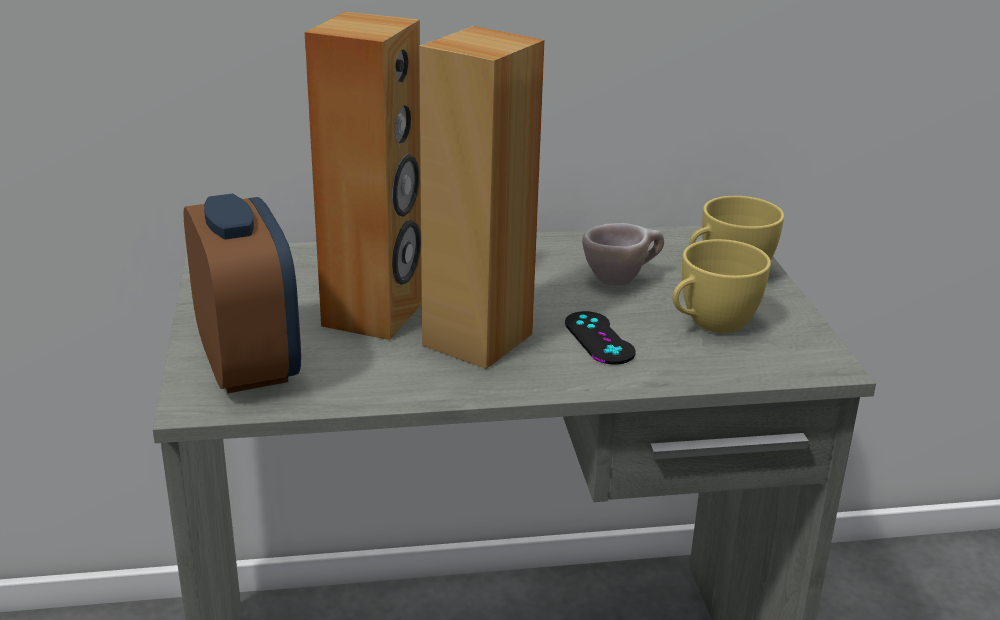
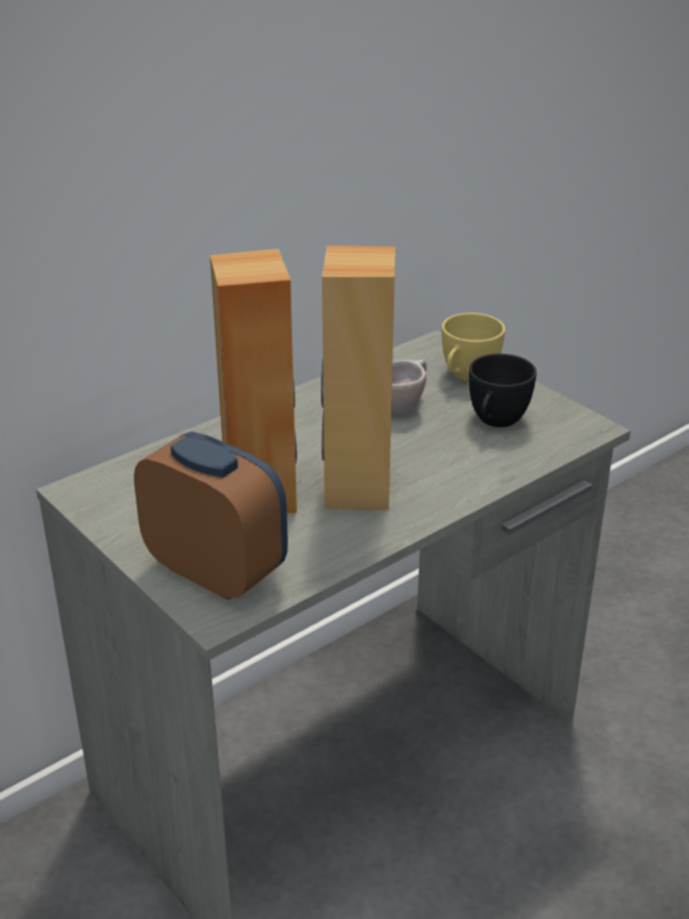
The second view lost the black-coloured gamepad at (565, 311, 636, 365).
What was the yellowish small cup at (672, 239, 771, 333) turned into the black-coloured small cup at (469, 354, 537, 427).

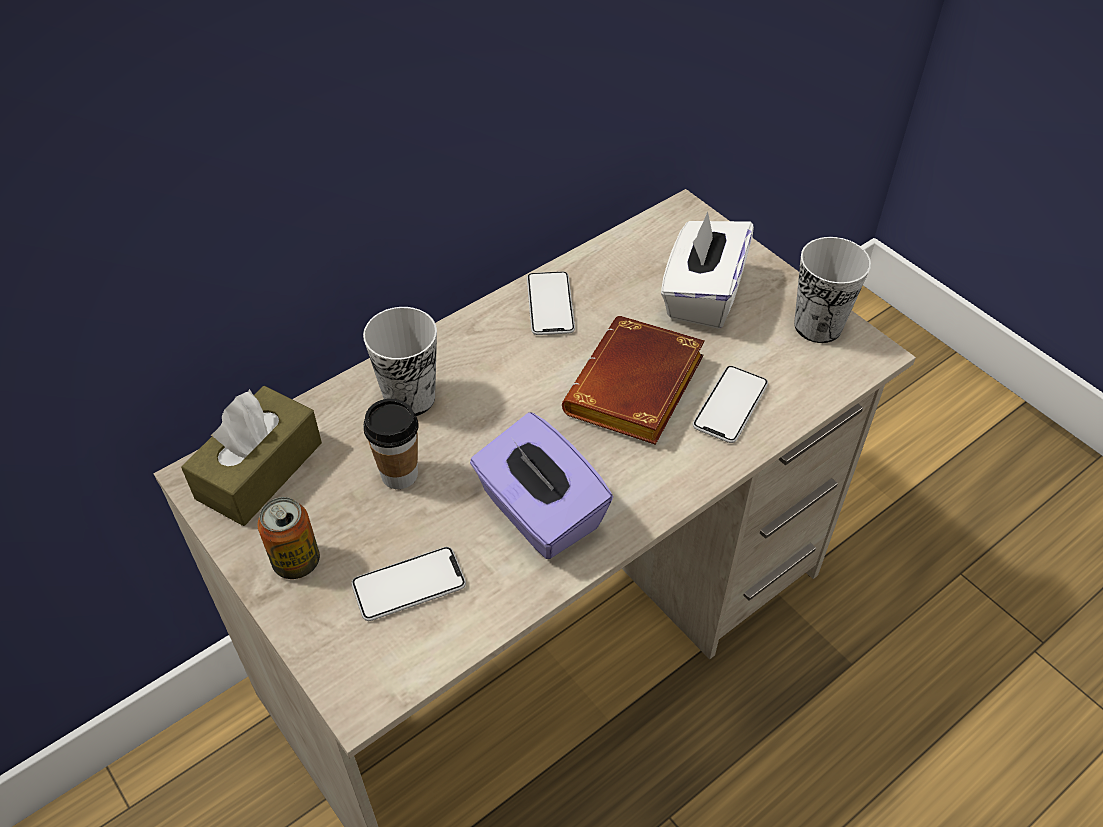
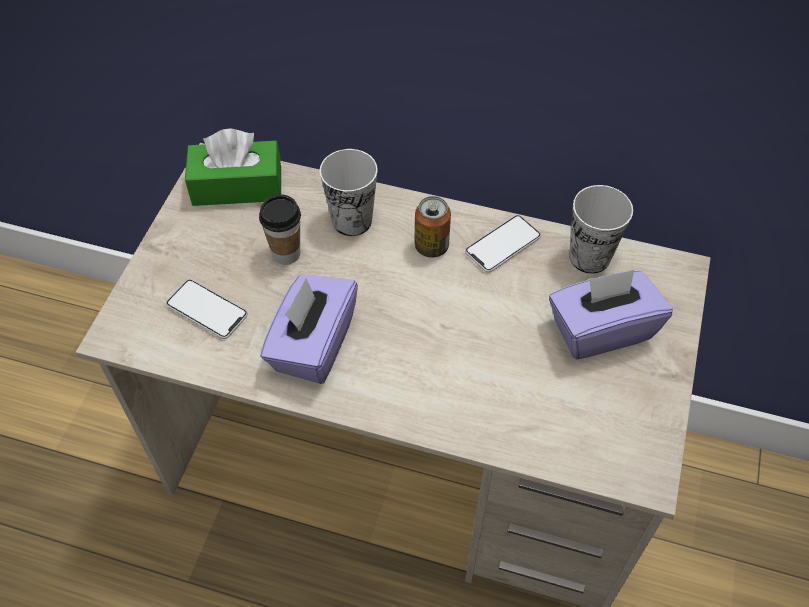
The second view lost the brown-coloured volume at (562, 316, 705, 445).
The second view lost the telephone at (693, 366, 768, 443).
The sealed can ended up elsewhere, having gone from (258, 497, 320, 579) to (415, 196, 451, 258).
The small cup ended up elsewhere, having gone from (794, 237, 871, 343) to (569, 185, 633, 274).
What was the brown-coloured box of tissues at (181, 386, 322, 526) turned into the green box of tissues at (185, 129, 281, 206).
What was the whitish box of tissues at (661, 211, 754, 329) turned into the purplish box of tissues at (549, 270, 673, 359).

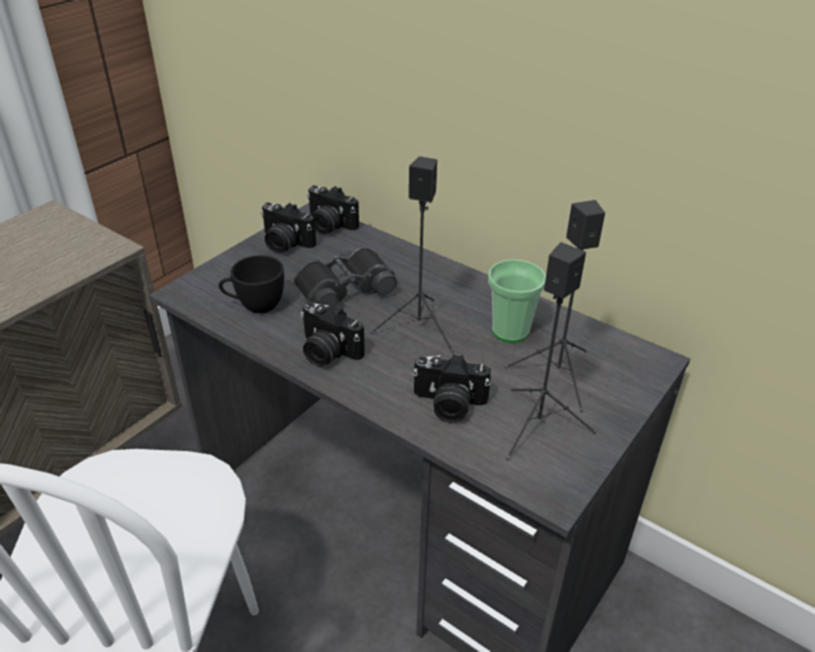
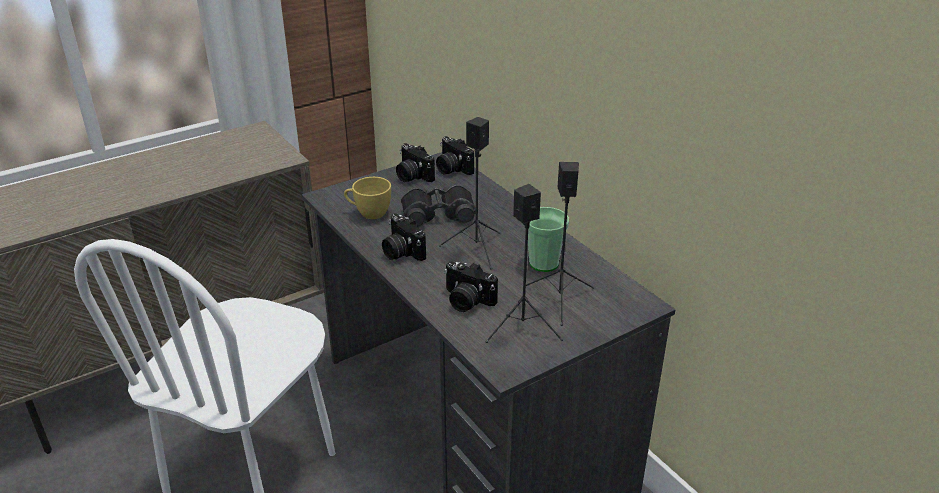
What was the black-coloured small cup at (219, 255, 284, 313) turned into the yellowish small cup at (344, 177, 391, 219).

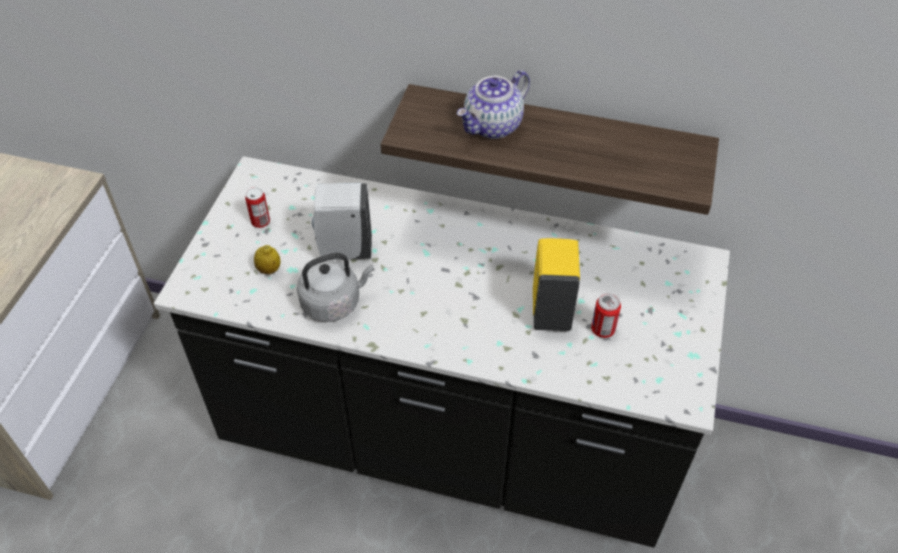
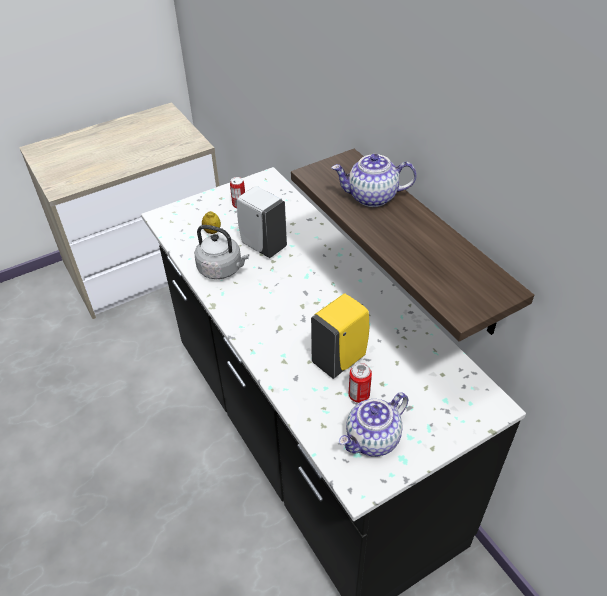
The second view gained the tea pot at (339, 392, 408, 457).

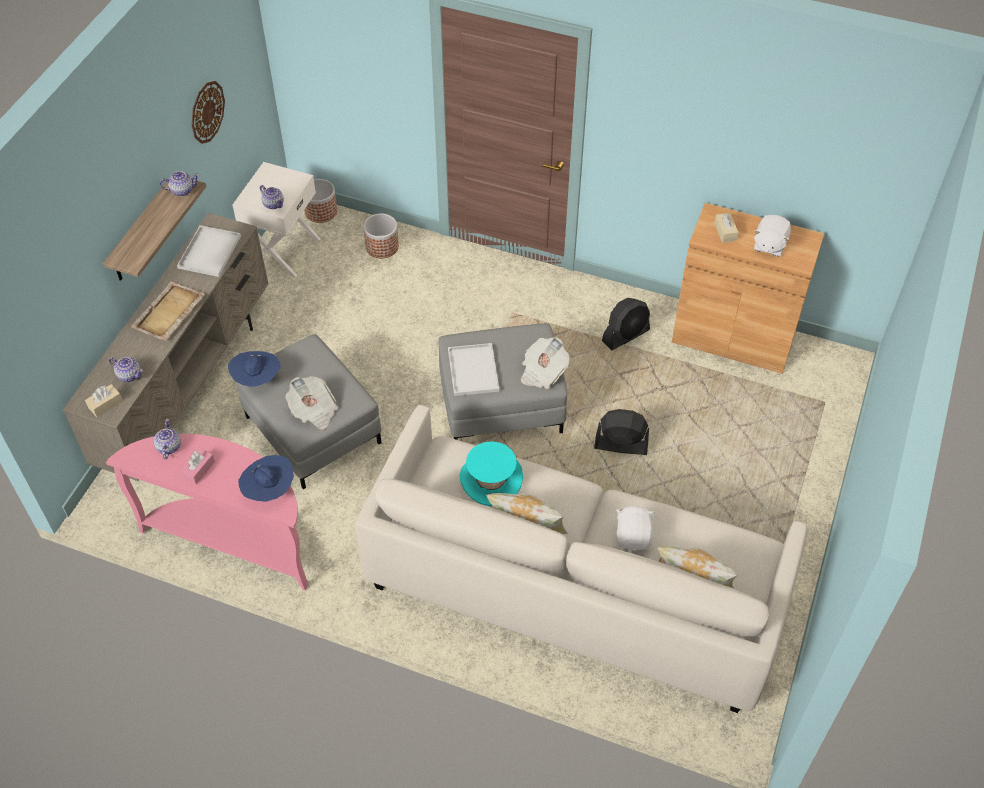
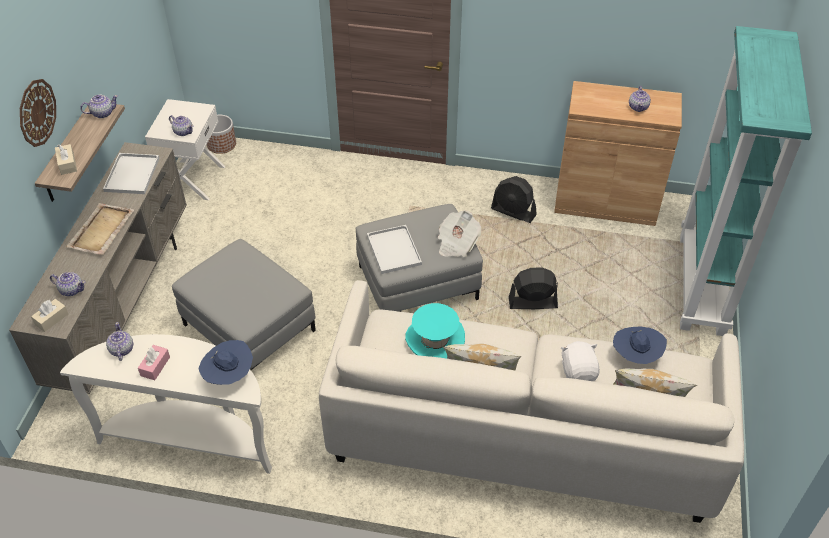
The second view lost the printed paper at (285, 376, 338, 430).
The second view lost the plant pot at (363, 213, 399, 258).
The second view gained the turquoise bookcase at (680, 26, 812, 336).
The hanging clock ended up elsewhere, having gone from (192, 81, 225, 144) to (20, 79, 56, 147).
The blue wearable hat ended up elsewhere, having gone from (228, 351, 281, 387) to (613, 326, 667, 364).
The beige box of tissues ended up elsewhere, having gone from (714, 213, 738, 243) to (55, 144, 77, 175).
Where the whitish soft toy stood at (754, 215, 791, 257), the tea pot came to stand at (629, 86, 651, 112).
What was the pink-coloured console table at (106, 434, 309, 591) turned into the whitish console table at (60, 334, 272, 474).
The black-coloured fan at (602, 298, 650, 351) ended up facing another way, 75 degrees clockwise from before.

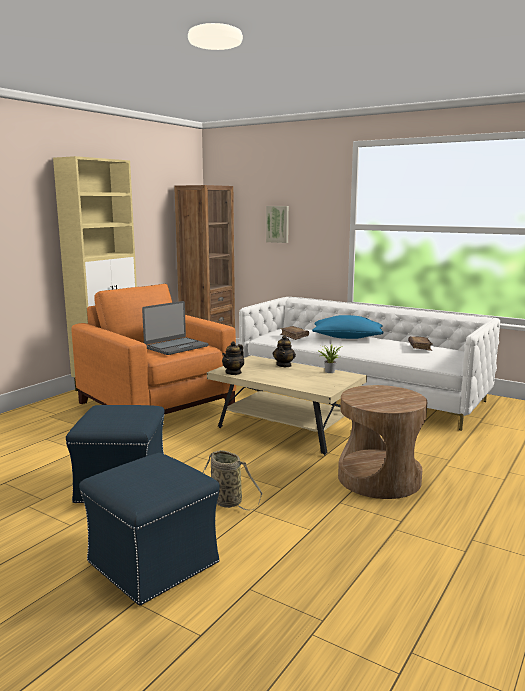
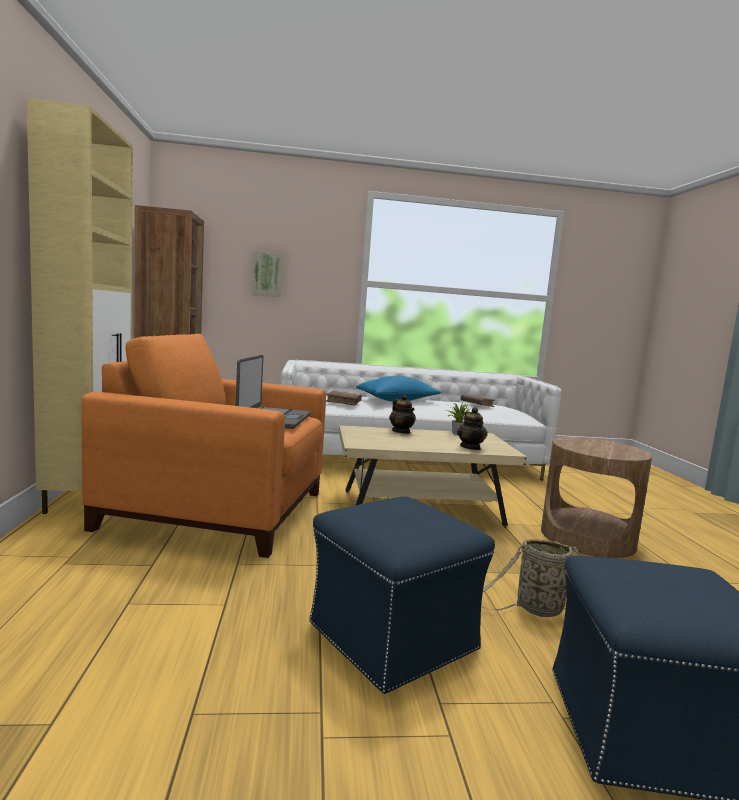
The tea pot ended up elsewhere, having gone from (222, 341, 244, 375) to (457, 407, 488, 450).

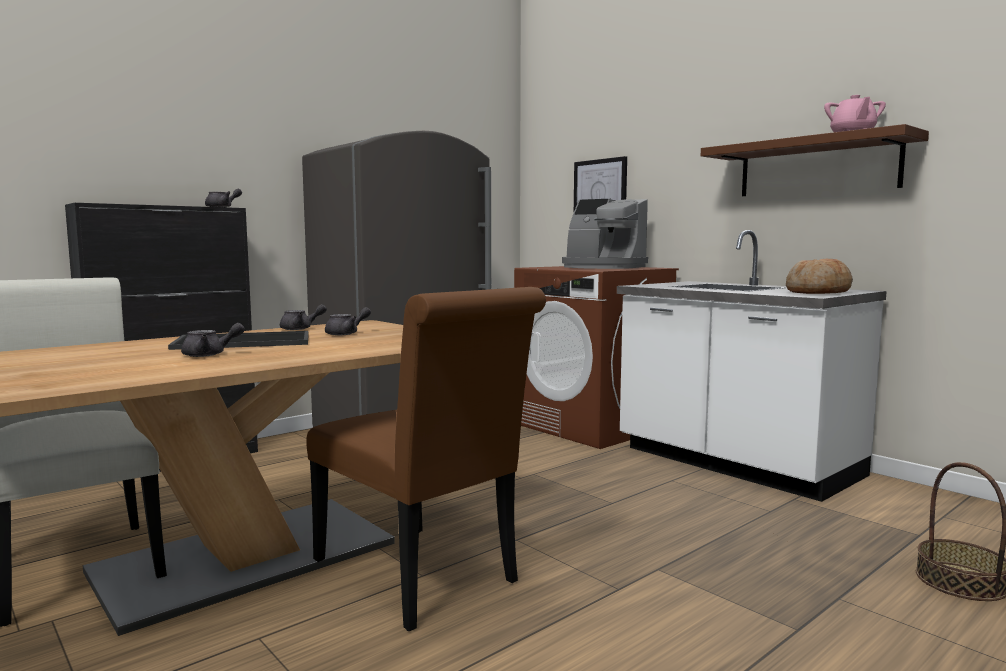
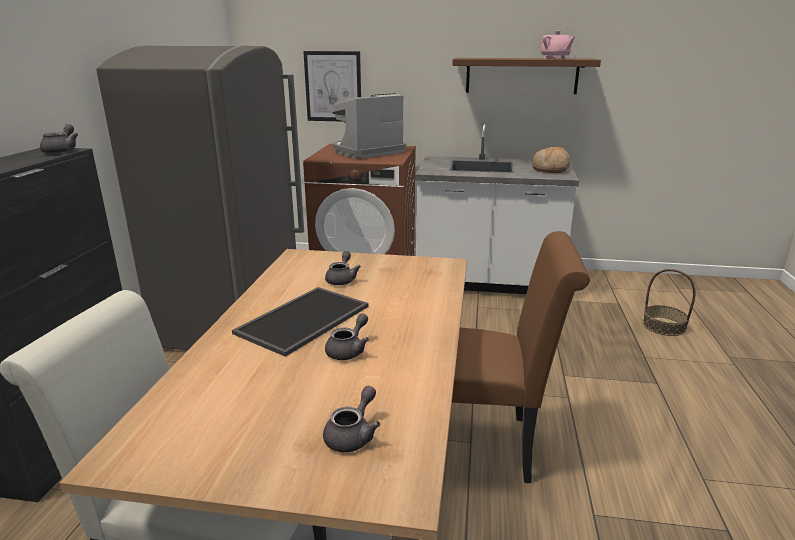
The greyish tea pot ended up elsewhere, having gone from (280, 304, 327, 330) to (323, 386, 380, 452).
The coffee maker at (562, 199, 648, 269) ended up facing another way, 150 degrees clockwise from before.

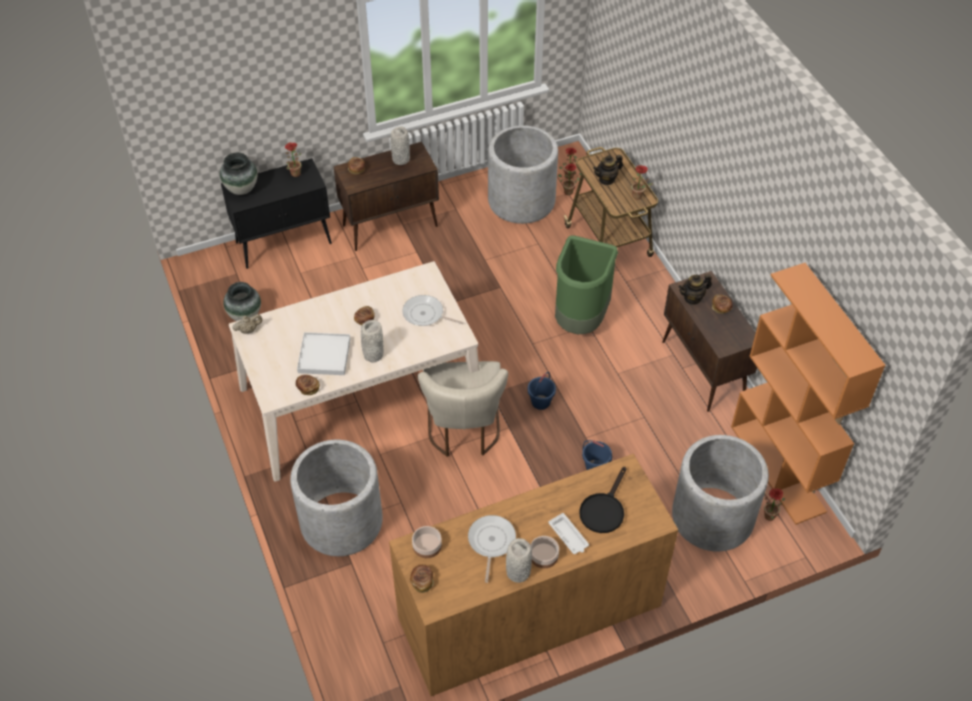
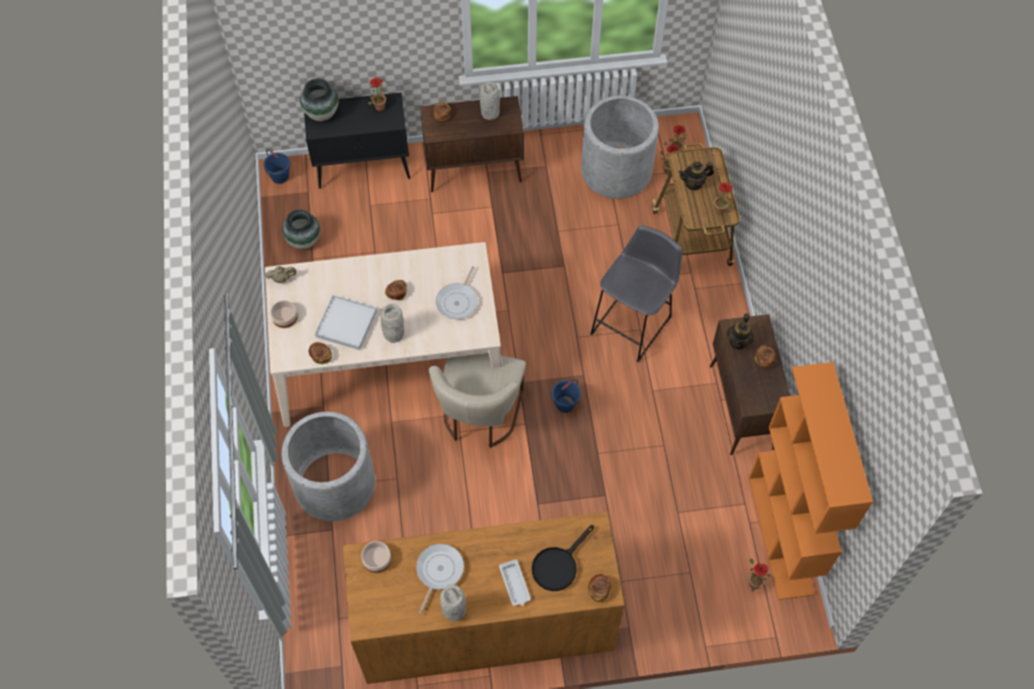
The second view lost the greyish plant pot at (672, 435, 769, 551).
The bakery bread ended up elsewhere, having gone from (410, 564, 434, 593) to (588, 574, 611, 602).
The deep dish ended up elsewhere, having gone from (530, 536, 559, 568) to (270, 300, 298, 328).
The blue pail ended up elsewhere, having gone from (582, 440, 612, 470) to (263, 149, 290, 184).
Where the green trash can stood at (555, 235, 618, 334), the greyish stool seat came to stand at (590, 225, 682, 362).
The pan at (402, 295, 463, 326) ended up facing another way, 105 degrees counterclockwise from before.
The tea pot at (679, 274, 712, 305) ended up facing another way, 60 degrees counterclockwise from before.

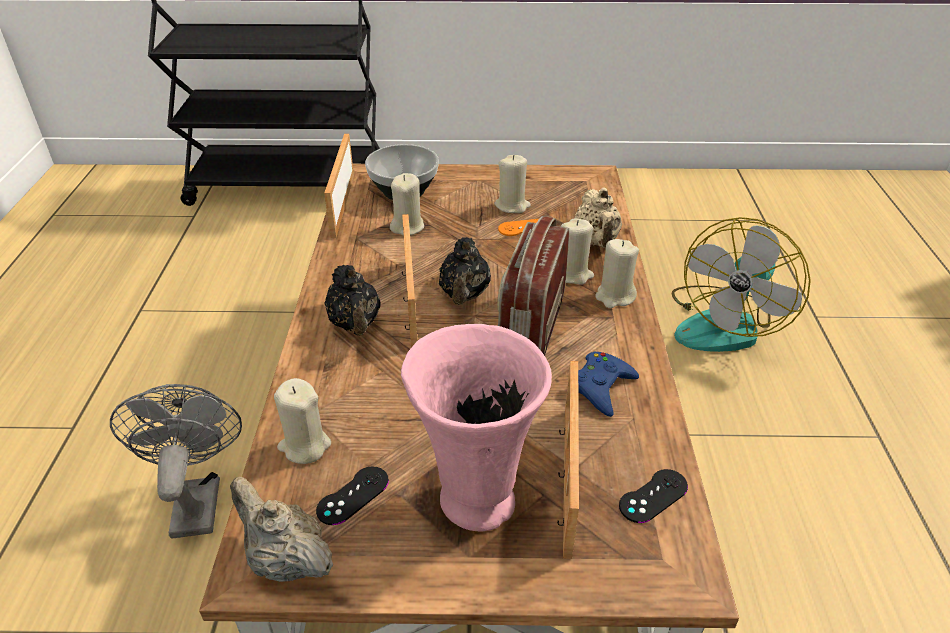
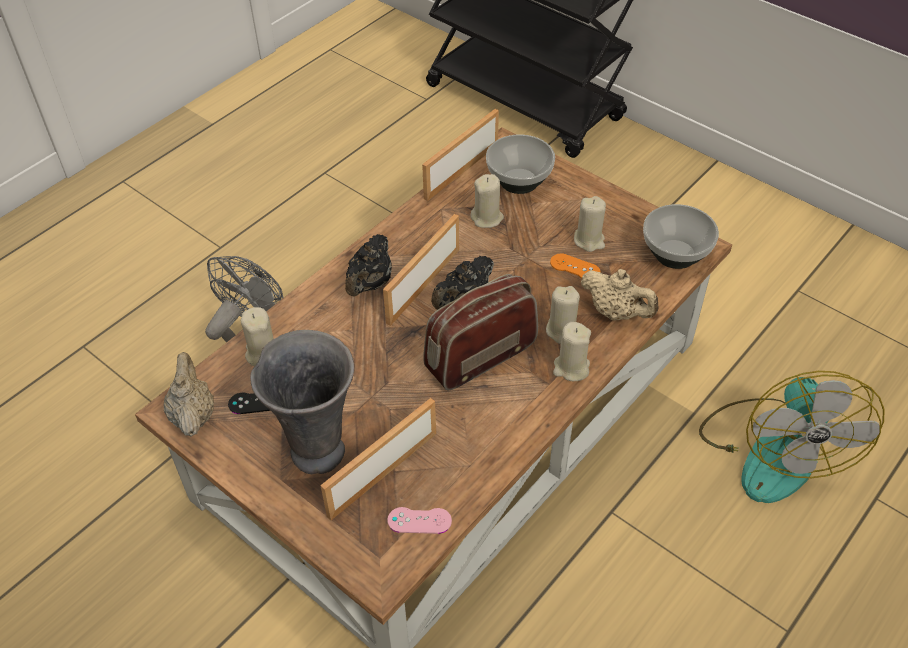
The second view lost the blue gamepad at (578, 351, 639, 417).
The second view gained the deep dish at (643, 204, 719, 269).
What was the pink-coloured vase at (401, 324, 552, 532) turned into the greyish vase at (250, 330, 354, 474).
What was the black-coloured gamepad at (619, 469, 688, 523) turned into the pink-coloured gamepad at (387, 507, 452, 534).
The beige tea pot at (575, 187, 622, 248) ended up facing another way, 90 degrees counterclockwise from before.
The fan at (672, 217, 811, 352) ended up facing another way, 75 degrees counterclockwise from before.

